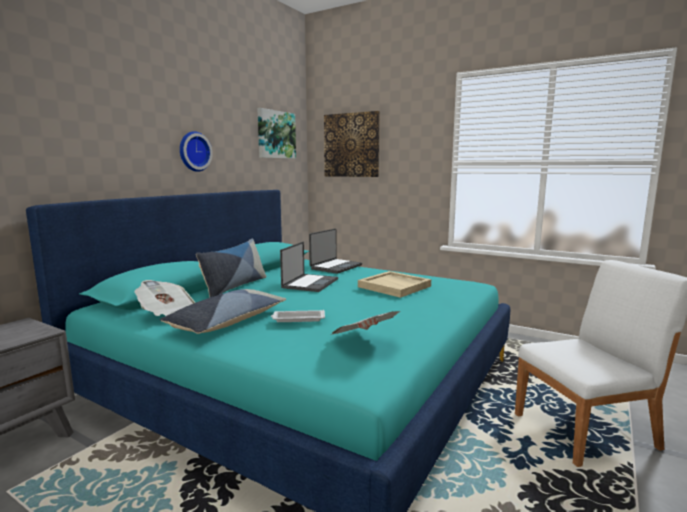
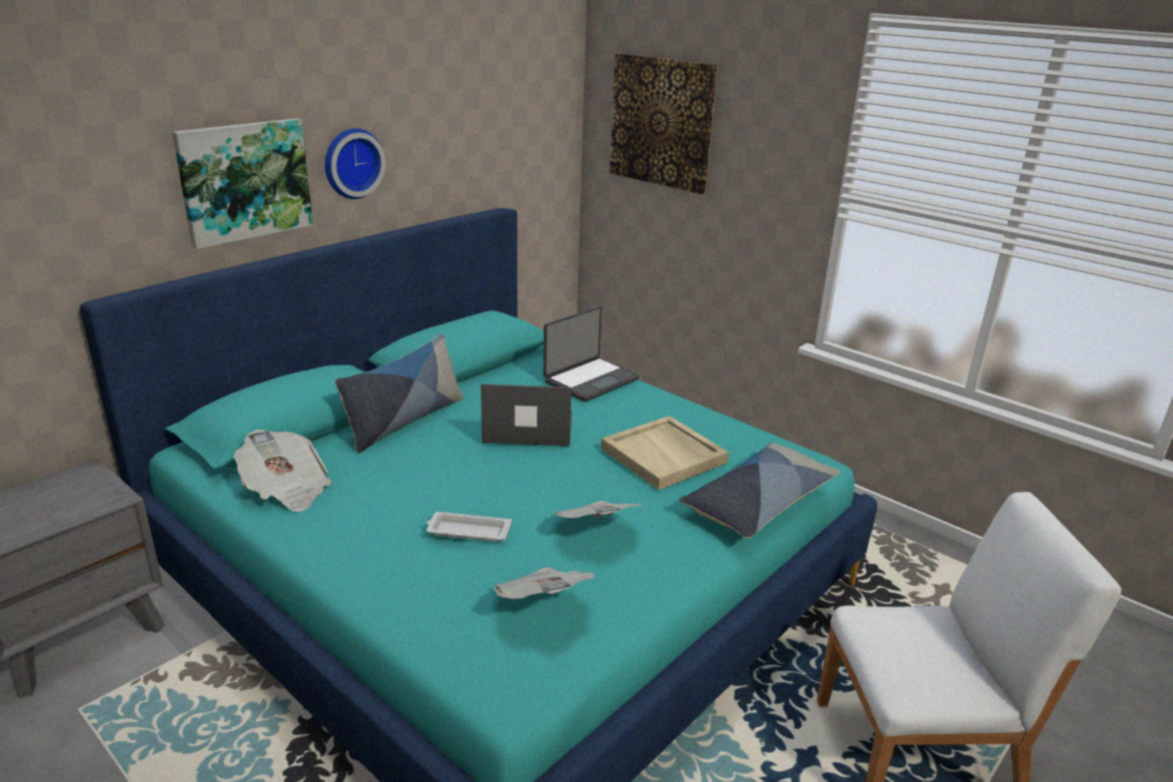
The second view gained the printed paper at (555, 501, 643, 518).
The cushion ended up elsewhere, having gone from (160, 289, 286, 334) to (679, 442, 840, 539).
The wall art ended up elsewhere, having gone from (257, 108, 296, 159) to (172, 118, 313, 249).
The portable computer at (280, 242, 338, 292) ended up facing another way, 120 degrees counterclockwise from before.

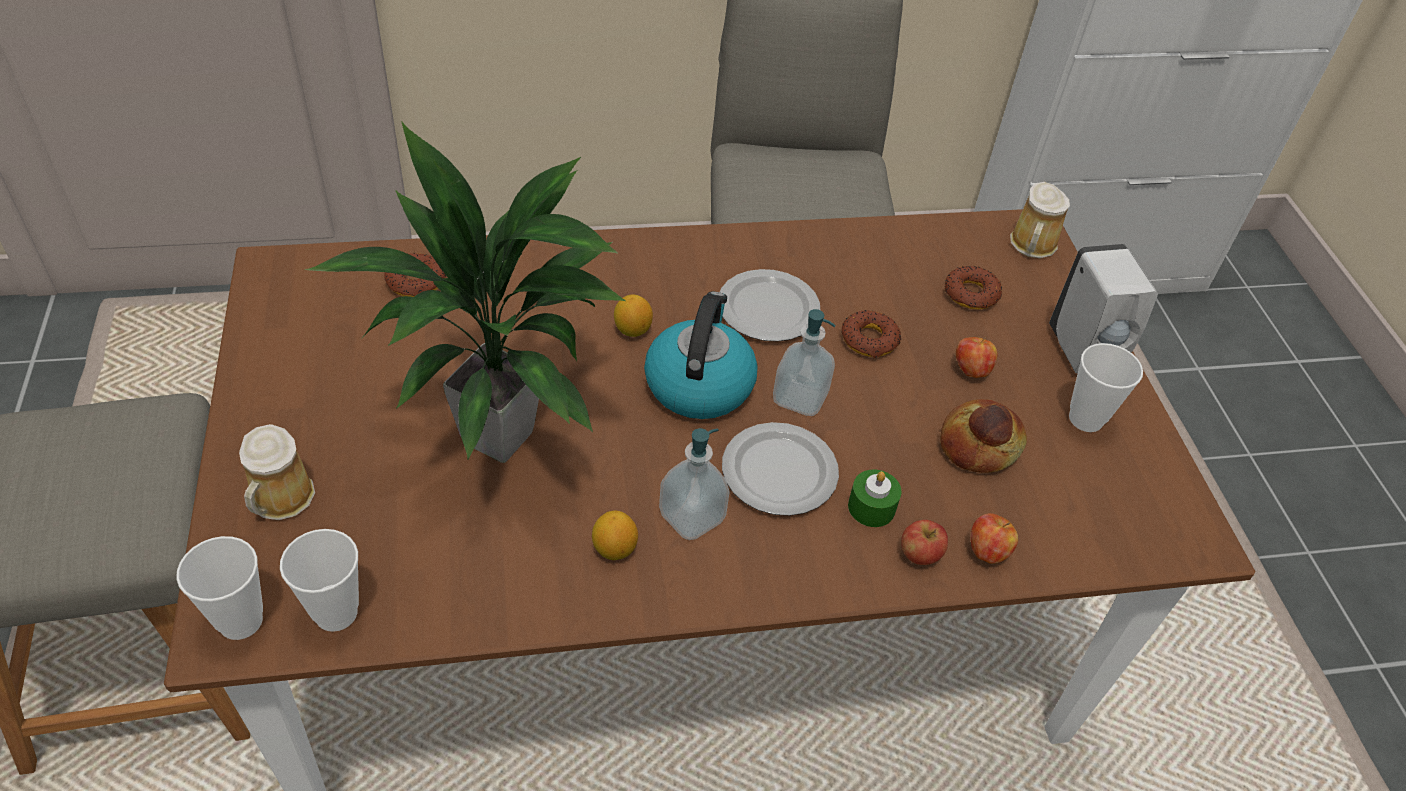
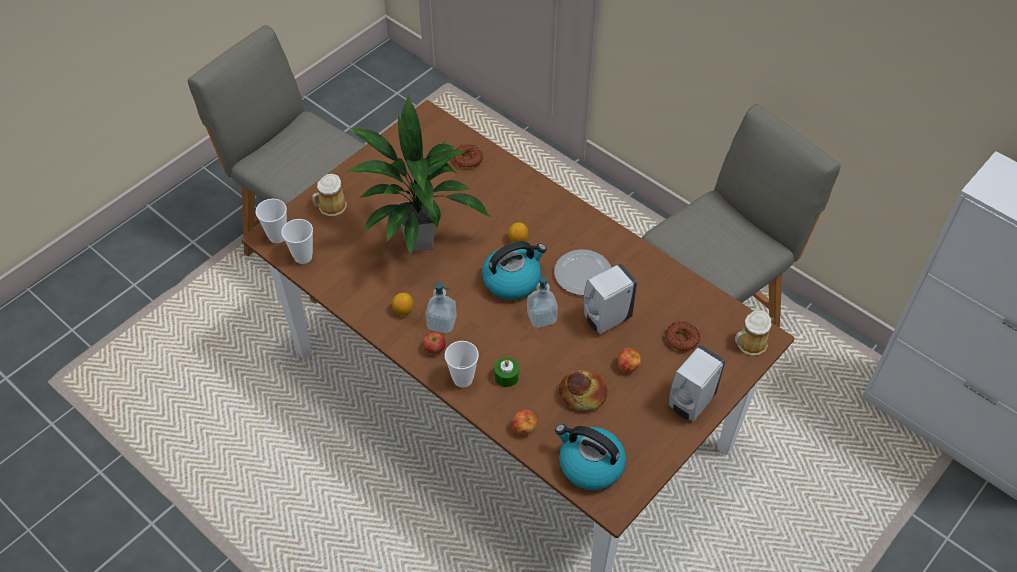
The second view lost the dinner plate at (722, 422, 839, 516).
The second view gained the kettle at (555, 424, 626, 490).
The apple ended up elsewhere, having gone from (901, 520, 948, 565) to (423, 332, 446, 354).
The small cup ended up elsewhere, having gone from (1069, 343, 1143, 432) to (445, 341, 479, 388).
Where the donut stood at (842, 310, 901, 358), the whitish liquid soap bottle came to stand at (583, 264, 637, 334).

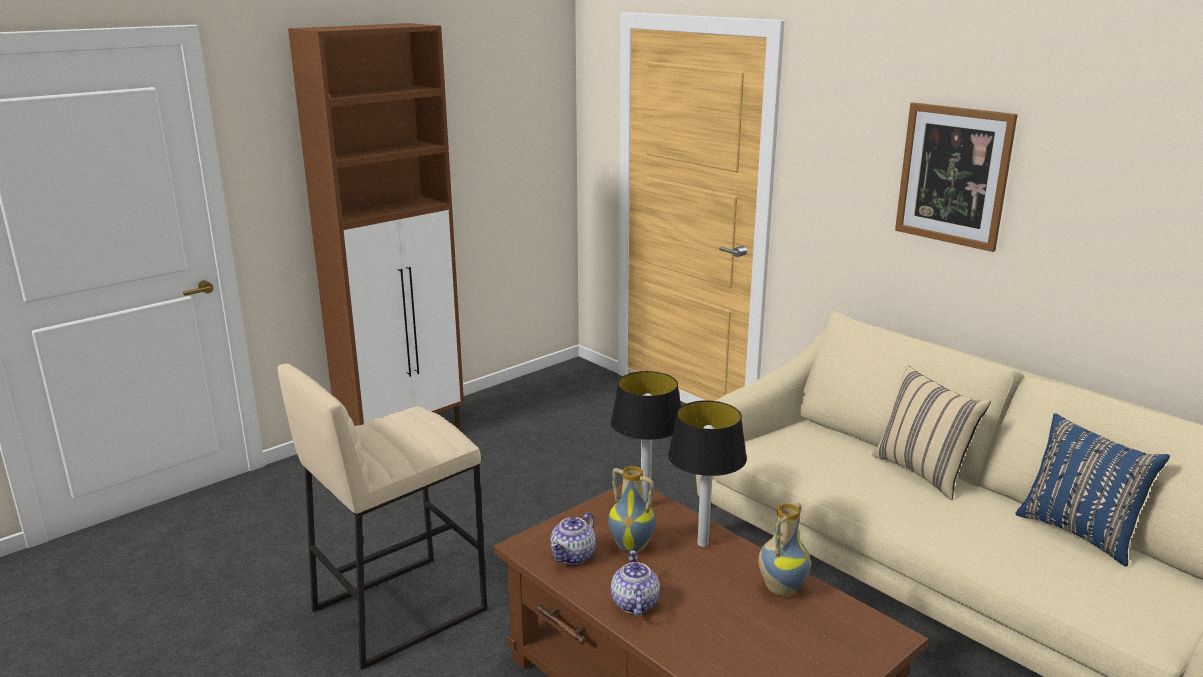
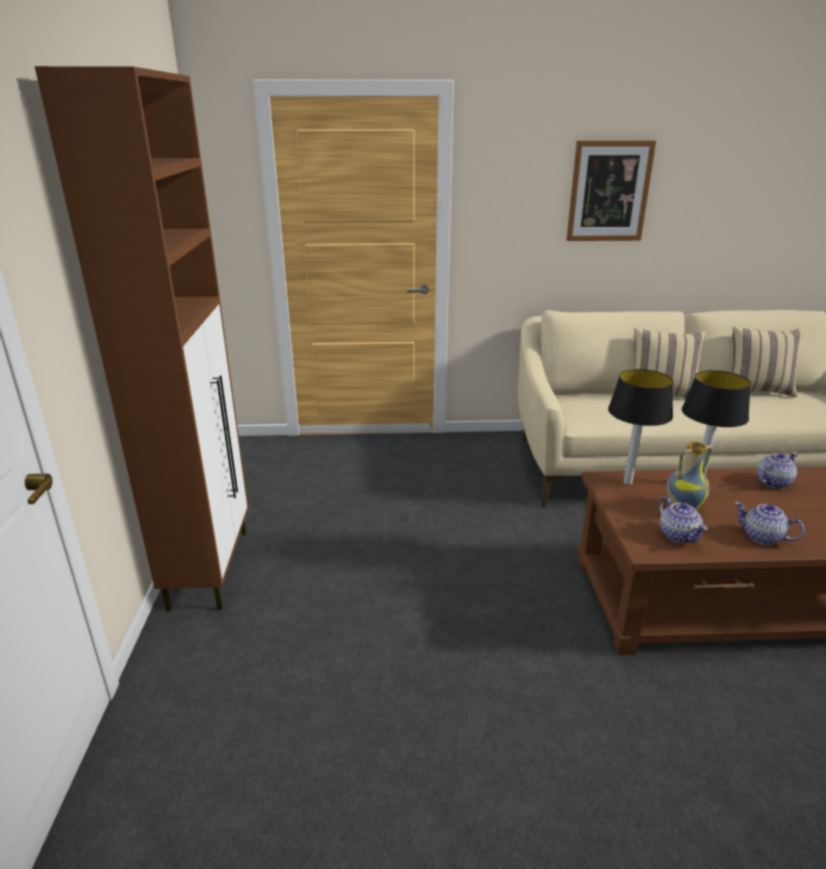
The second view lost the beige stool seat at (277, 364, 487, 670).
Where the vase stood at (758, 503, 811, 596), the tea pot came to stand at (757, 453, 797, 488).
What was the blue cushion at (1016, 413, 1170, 566) turned into the beige cushion at (733, 327, 803, 397).

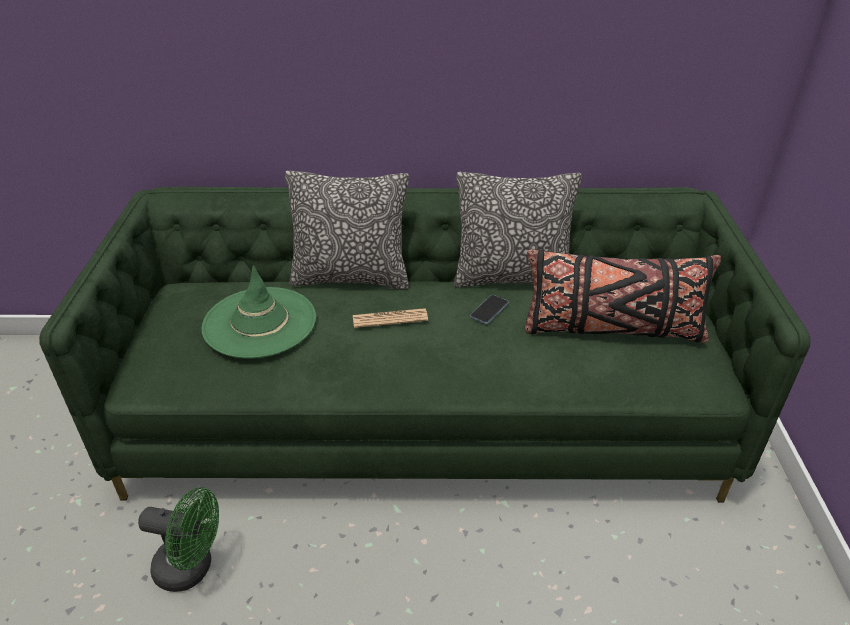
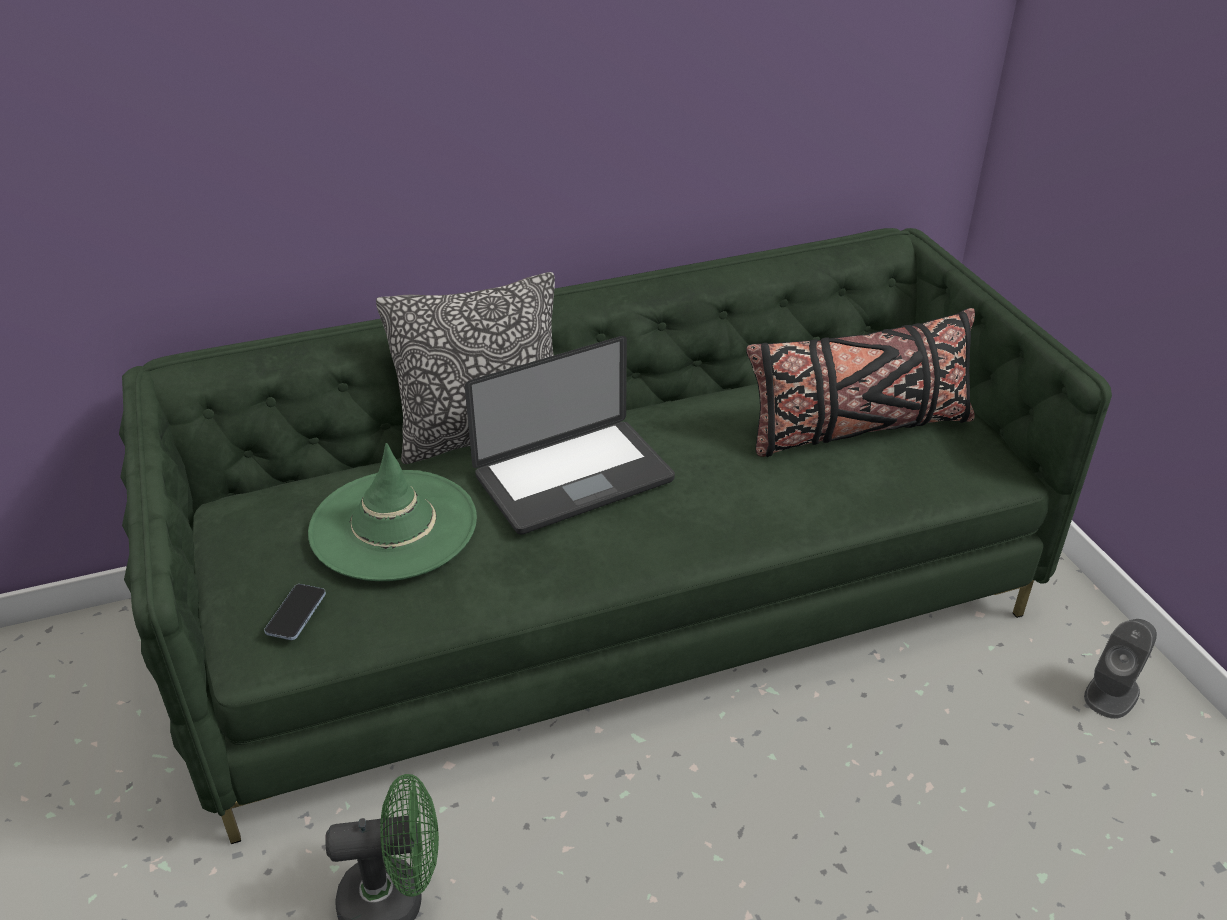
The second view lost the cushion at (454, 172, 582, 288).
The second view gained the greyish audio speaker at (1084, 619, 1157, 719).
The telephone ended up elsewhere, having gone from (470, 295, 508, 324) to (264, 584, 326, 640).
Where the printed paper stood at (353, 308, 428, 328), the portable computer came to stand at (465, 336, 675, 534).

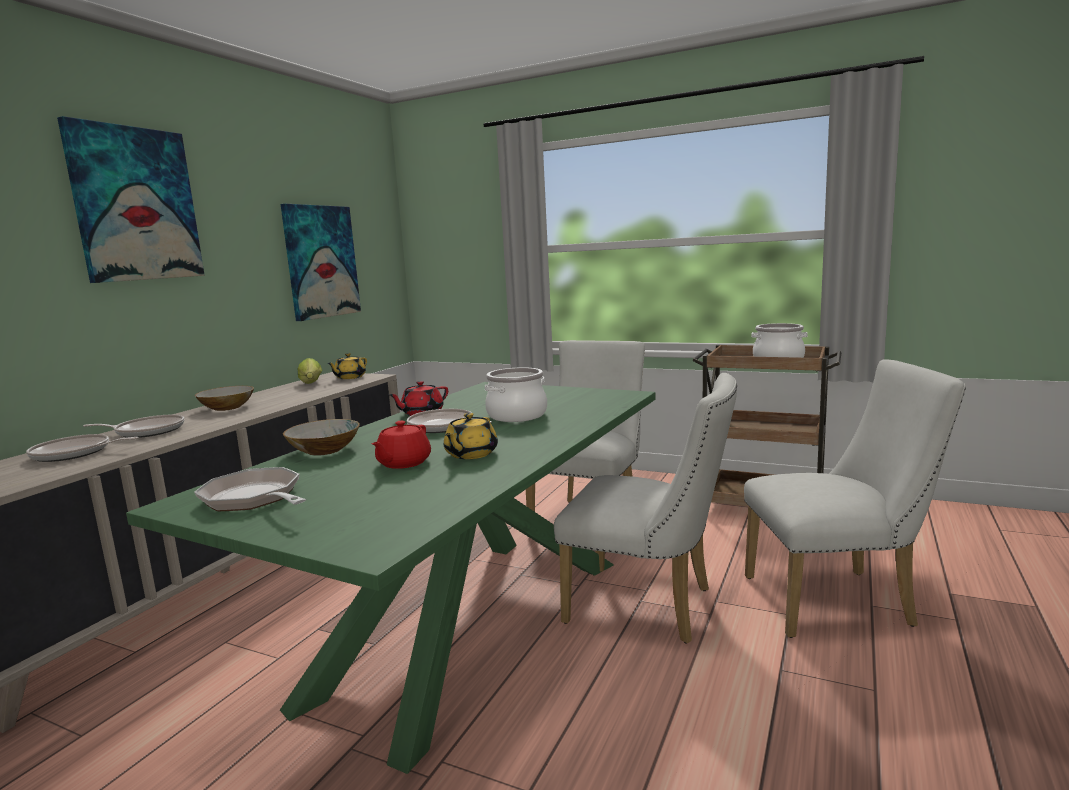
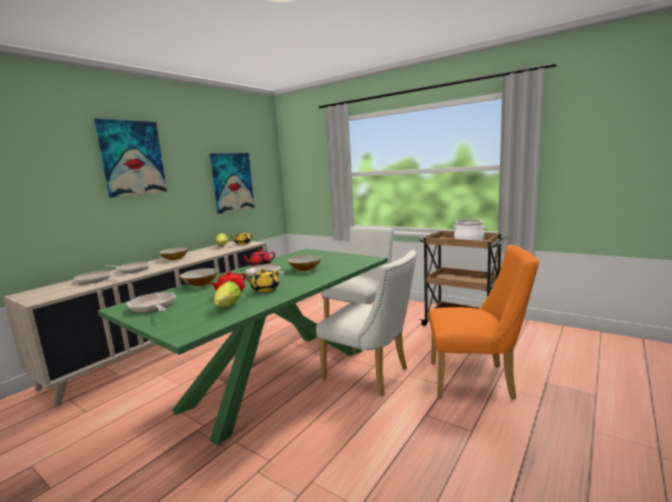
The second view gained the lettuce head at (214, 281, 241, 307).
Where the cooking pot stood at (485, 367, 547, 422), the deep dish came to stand at (288, 255, 321, 271).
What was the whitish plain chair at (744, 359, 966, 638) turned into the orange plain chair at (429, 245, 539, 399).

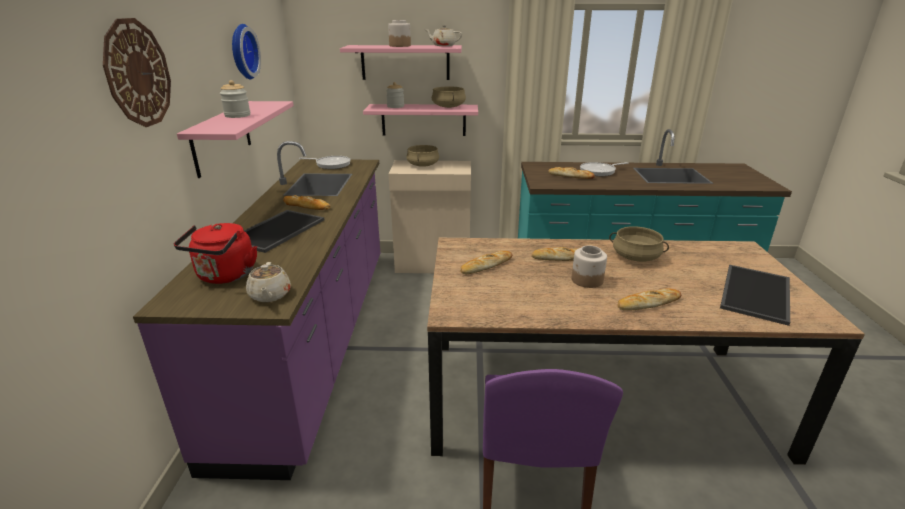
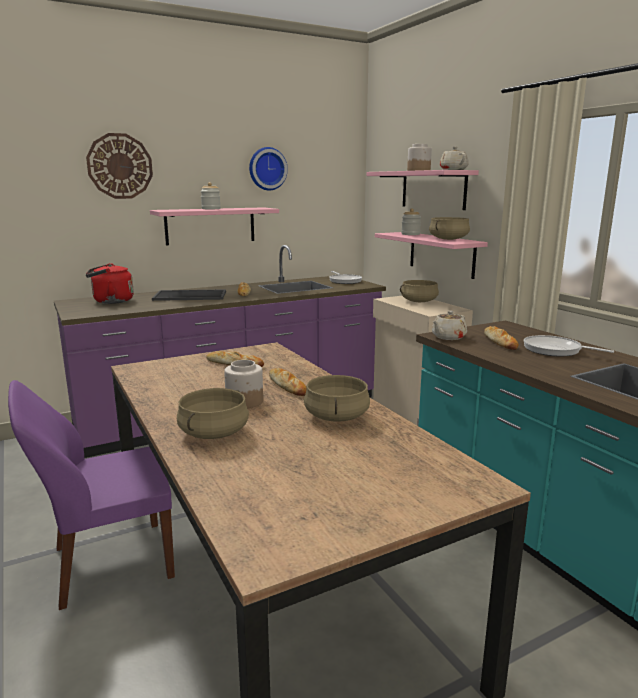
The second view lost the serving tray at (720, 265, 790, 326).
The beige tea pot ended up elsewhere, having gone from (246, 262, 291, 302) to (432, 311, 467, 340).
Where the bakery bread stood at (618, 288, 681, 311), the beige cooking pot came to stand at (177, 388, 249, 439).

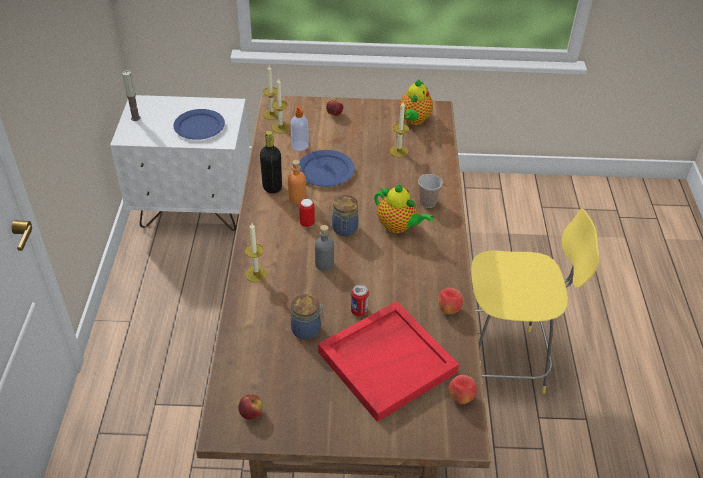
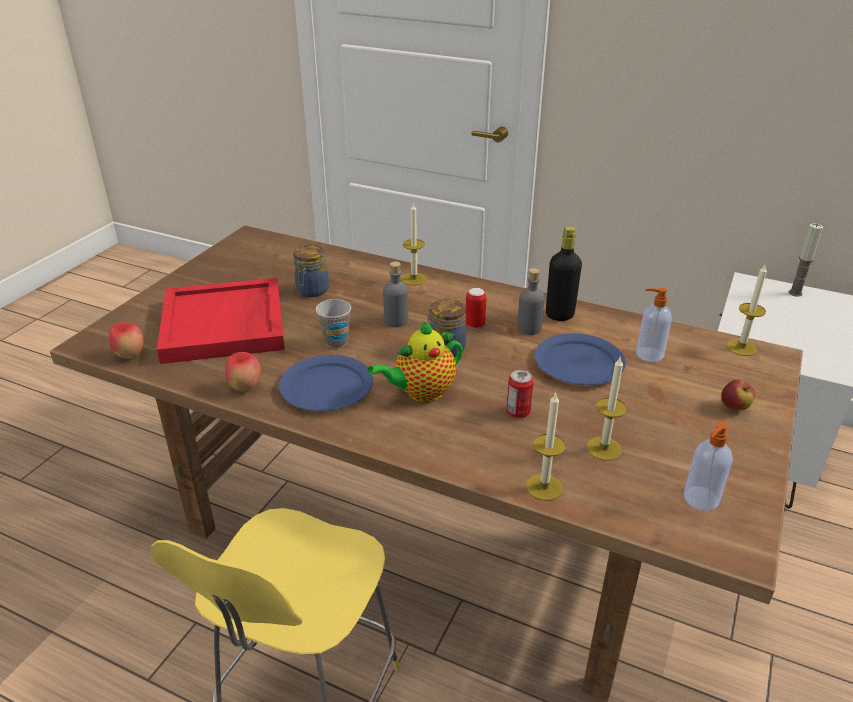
The second view lost the apple at (238, 394, 263, 420).
The blue dinner plate ended up elsewhere, having gone from (173, 109, 225, 140) to (279, 355, 373, 411).
The candle ended up elsewhere, having gone from (272, 78, 290, 133) to (526, 392, 566, 501).
The sealed can ended up elsewhere, having gone from (351, 284, 369, 316) to (506, 370, 534, 418).
The small cup ended up elsewhere, having gone from (418, 174, 443, 208) to (316, 299, 351, 349).
Where the tea pot stood at (400, 79, 433, 125), the liquid soap bottle came to stand at (684, 422, 732, 511).
What was the orange beverage bottle at (288, 160, 306, 204) turned into the greyish beverage bottle at (517, 268, 545, 335).

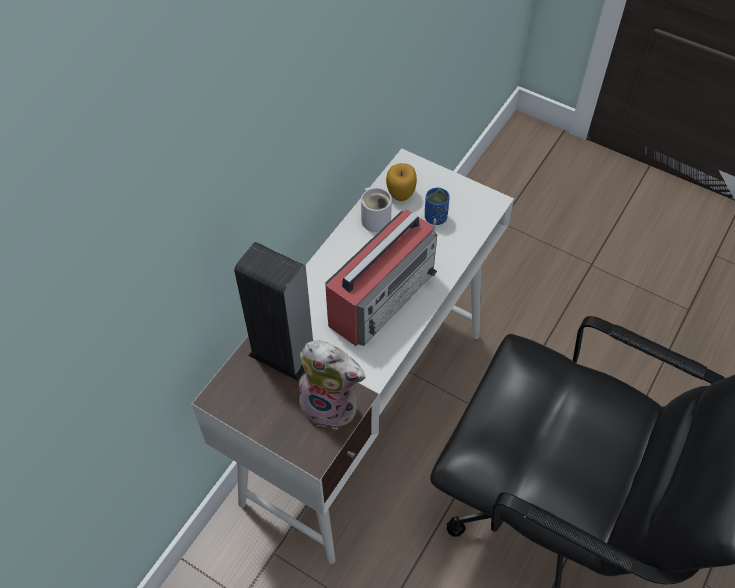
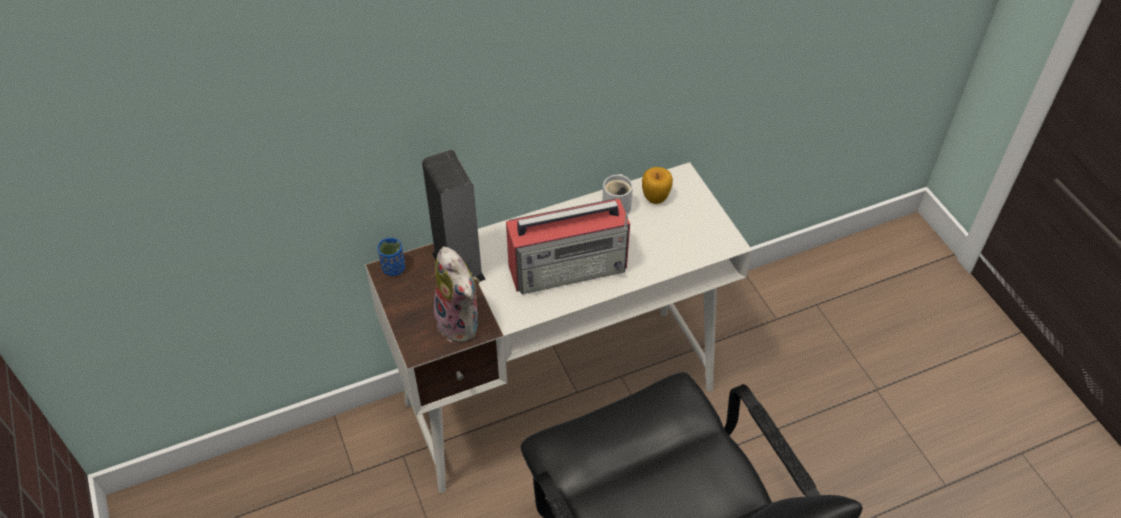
The blue small cup ended up elsewhere, having gone from (425, 188, 450, 225) to (377, 238, 405, 276).

